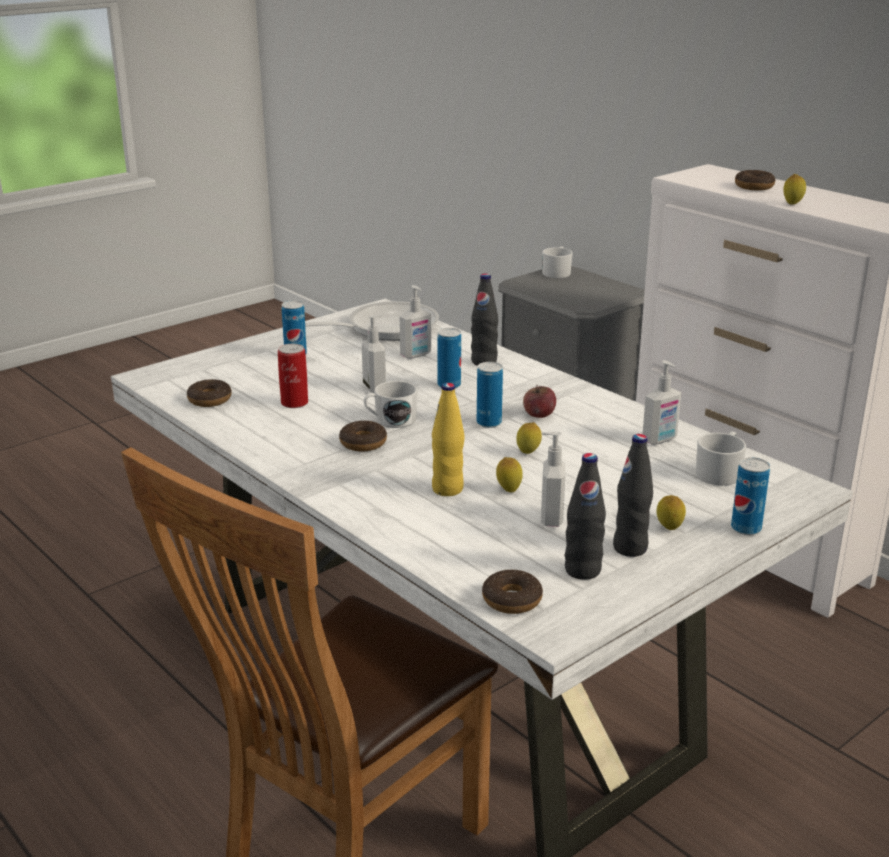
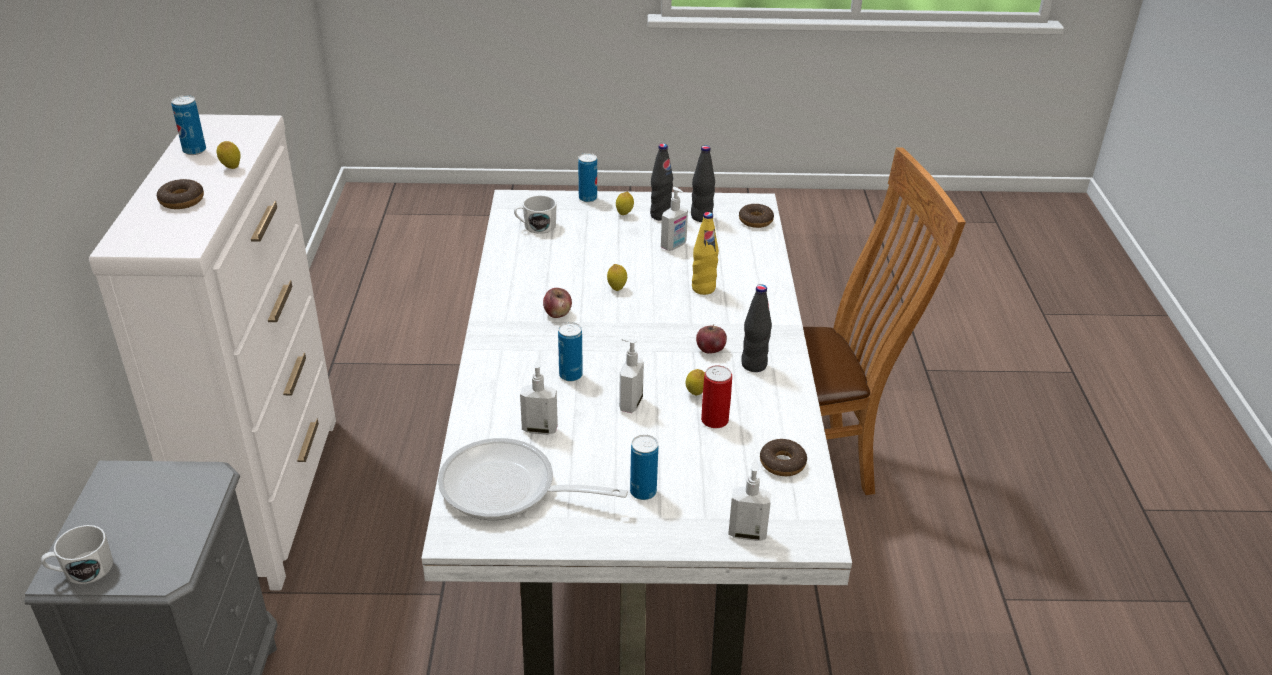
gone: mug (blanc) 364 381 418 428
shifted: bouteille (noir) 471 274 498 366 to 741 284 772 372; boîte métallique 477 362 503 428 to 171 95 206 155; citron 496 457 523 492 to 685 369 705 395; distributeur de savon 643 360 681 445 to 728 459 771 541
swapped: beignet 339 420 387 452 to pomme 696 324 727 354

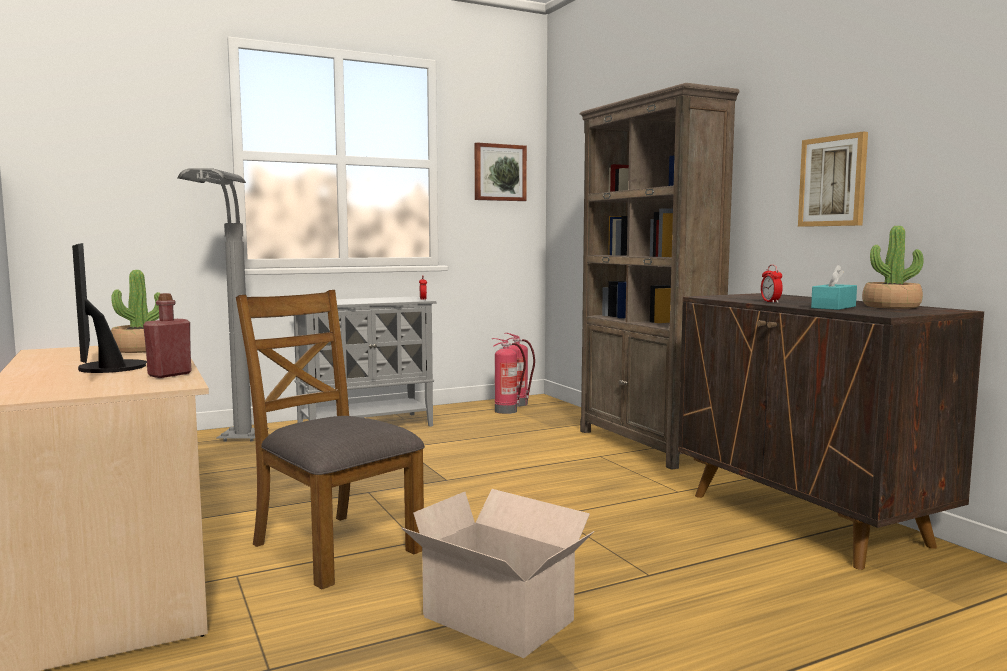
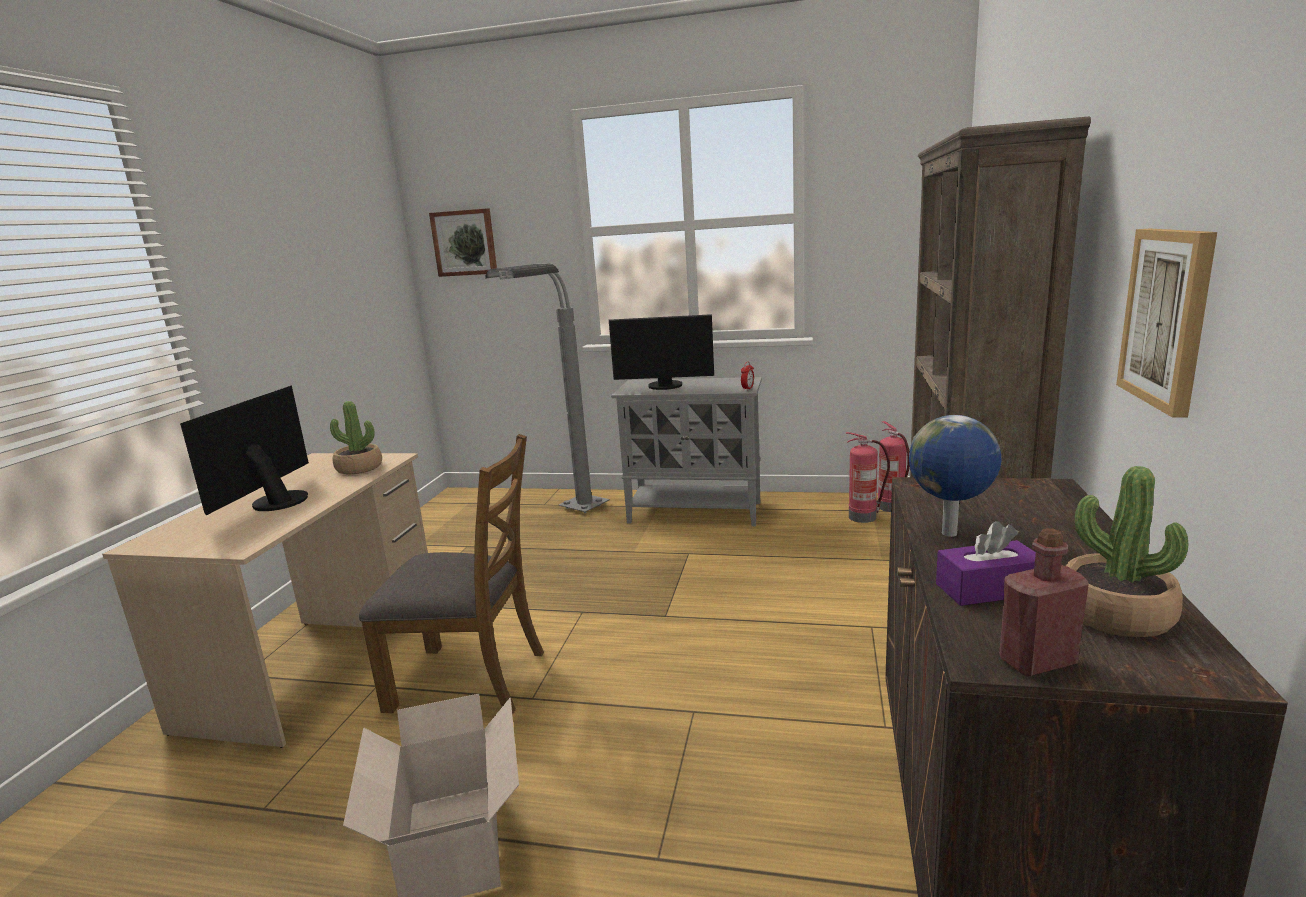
new: écran d'ordinateur 609 314 714 390
shifted: bouteille (rouge) 143 293 191 378 to 999 528 1089 677; tableau 475 142 527 201 to 429 208 497 277
swapped: réveil 761 265 783 303 to globe 909 415 1001 537
repainted: boîte à mouchoirs (turquoise) 811 265 857 310 to boîte à mouchoirs (violet) 936 521 1036 606
rotated: chaise (marron) 236 290 425 589 = 359 434 544 714 105 degrees clockwise

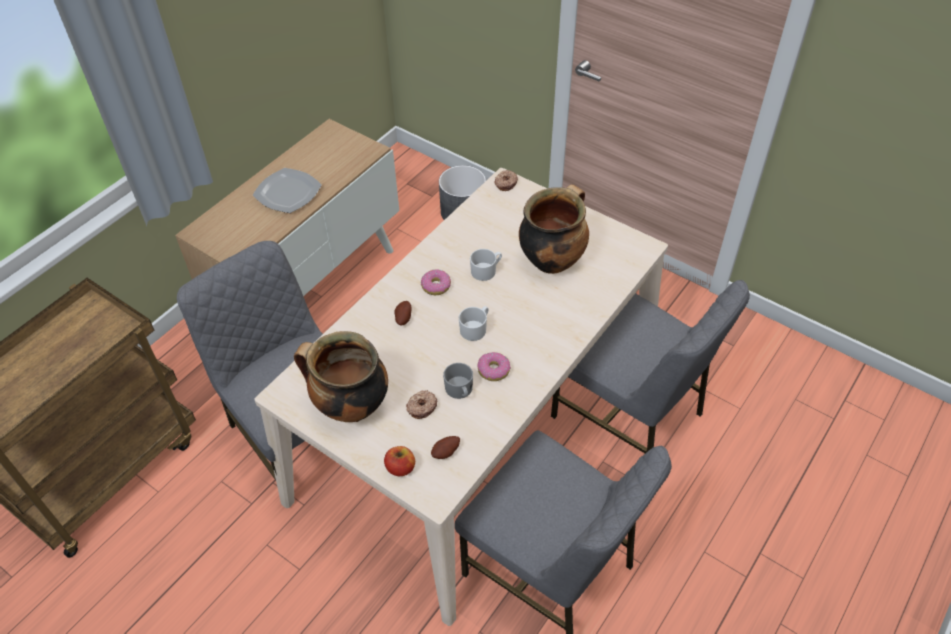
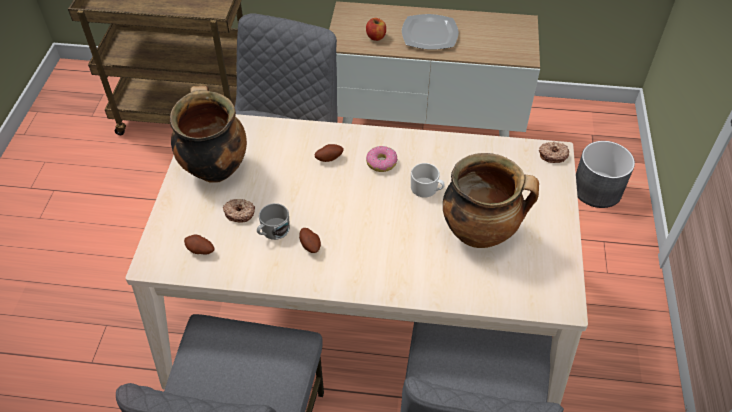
gone: mug (blanc) 459 306 489 341
shifted: pomme 384 446 415 476 to 366 18 386 41
swapped: beignet 477 352 511 381 to pomme de terre 299 228 321 253

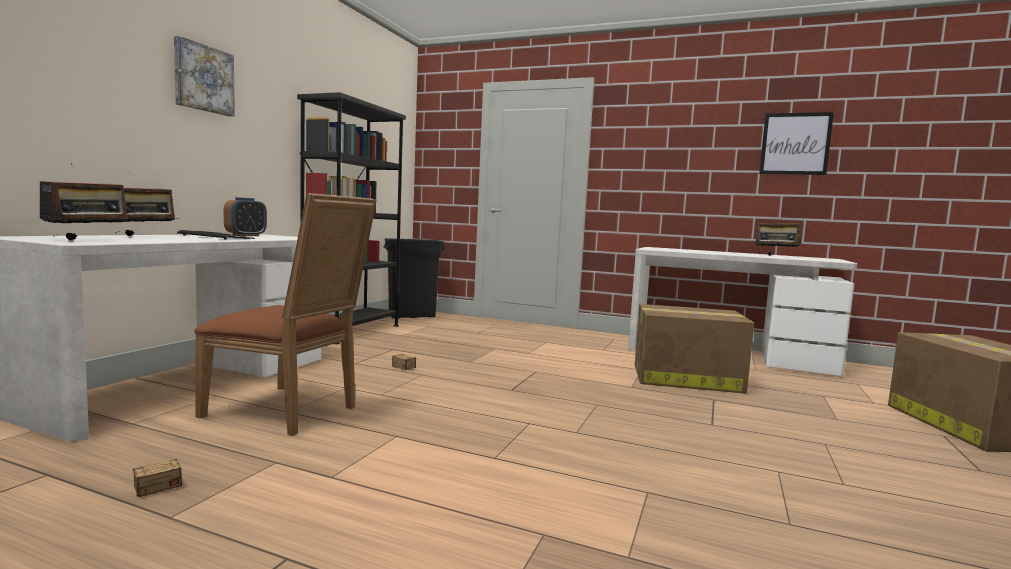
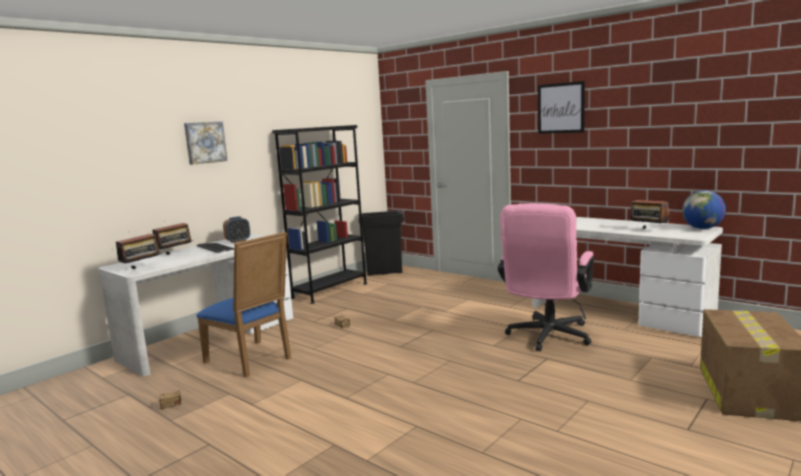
new: globe 682 191 726 229
shifted: tableau 759 112 834 175 to 538 81 585 134
swapped: carton 635 304 754 394 to chaise de bureau (rose) 498 203 594 351
repainted: chaise (marron) 194 193 377 436 to chaise (bleu) 196 232 291 377

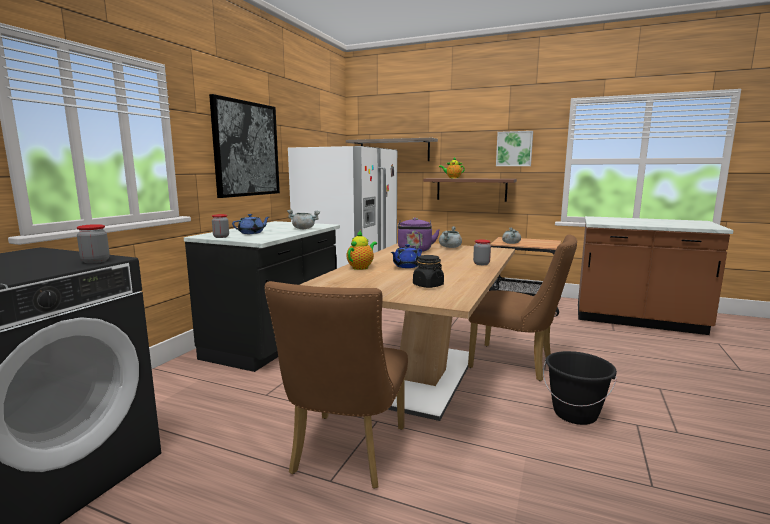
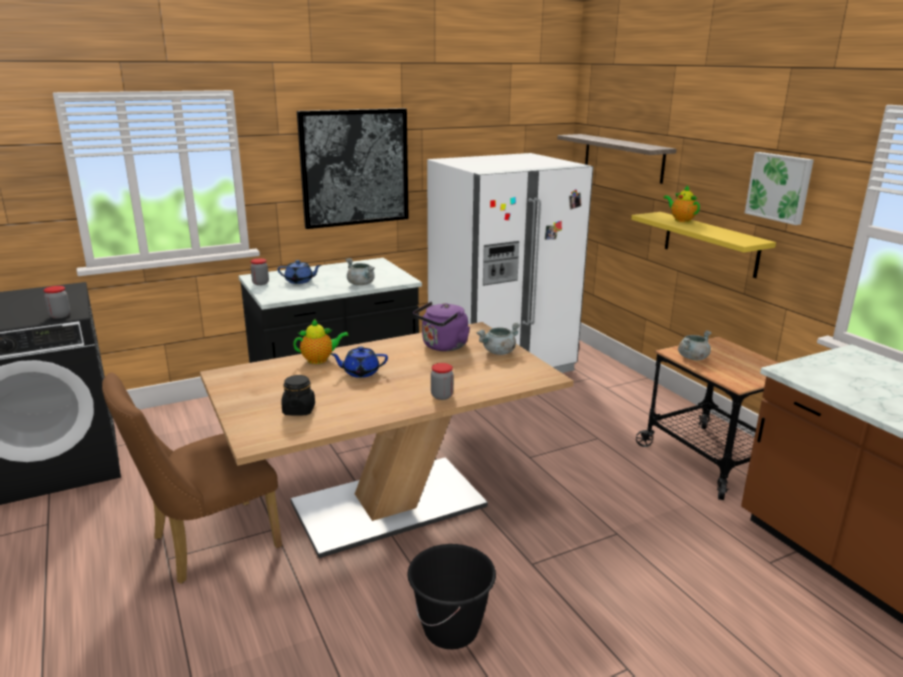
gone: chaise (marron) 468 235 577 381
repainted: étagère (marron) 423 178 517 202 to étagère (jaune) 631 212 776 278

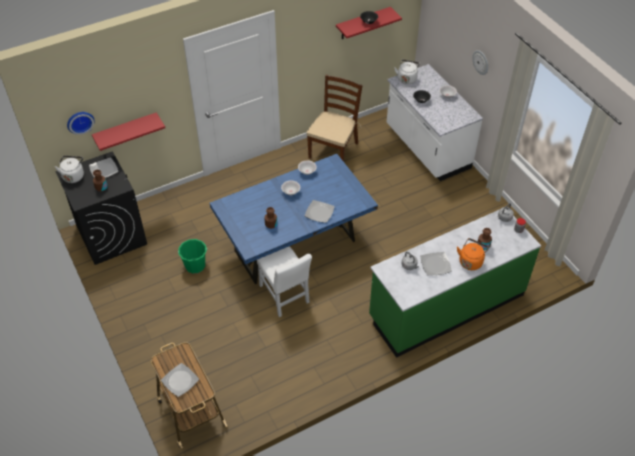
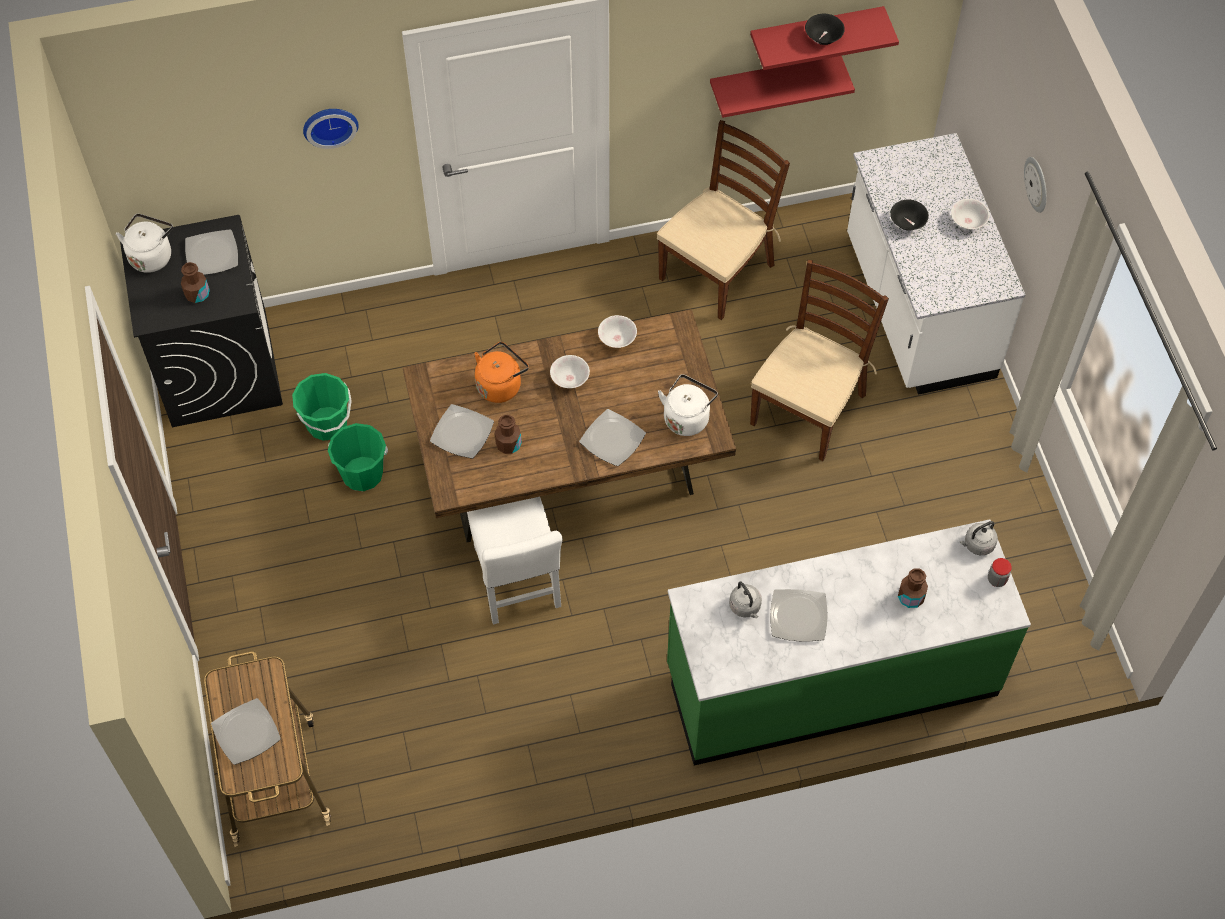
new: seau (vert) 292 373 352 441; assiette 430 404 494 459; chaise (marron) 750 260 889 461
shifted: horloge murale 67 112 95 135 to 303 109 359 149; étagère (rouge) 92 112 165 151 to 710 56 855 118; bouilloire (blanc) 394 60 420 84 to 658 374 718 436; bouilloire (orange) 457 238 489 270 to 474 342 529 403
repainted: table à manger (bleu) 210 154 378 284 to table à manger (marron) 402 309 736 542

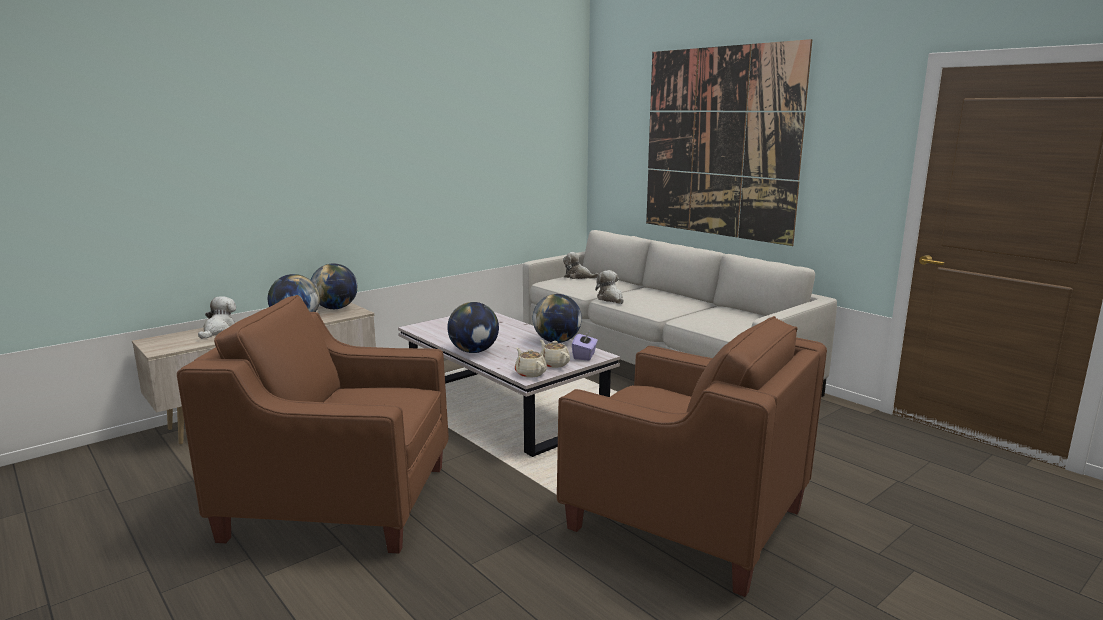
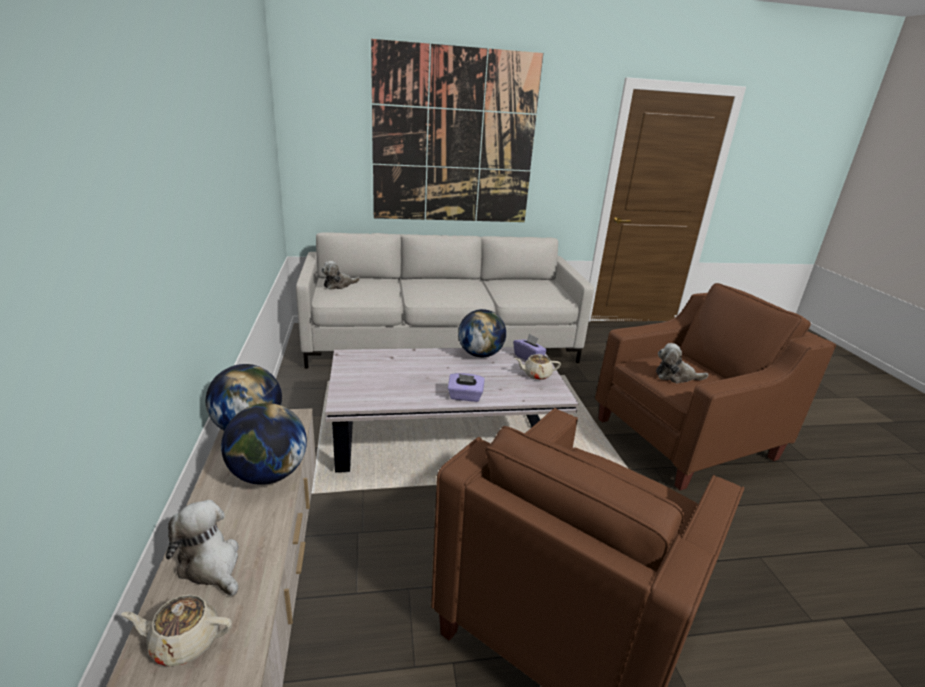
shifted: théière (beige) 515 348 547 377 to 121 594 232 667; peluche 595 270 623 304 to 656 343 708 383
swapped: globe 447 302 499 353 to boîte à mouchoirs (violet) 448 373 485 402

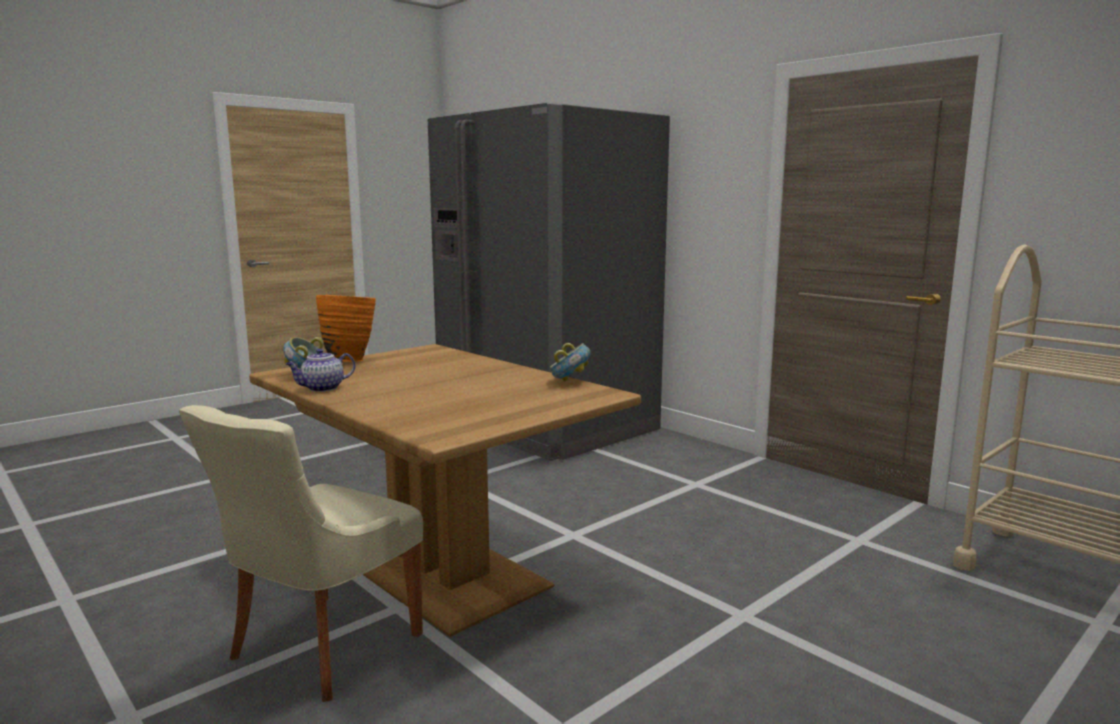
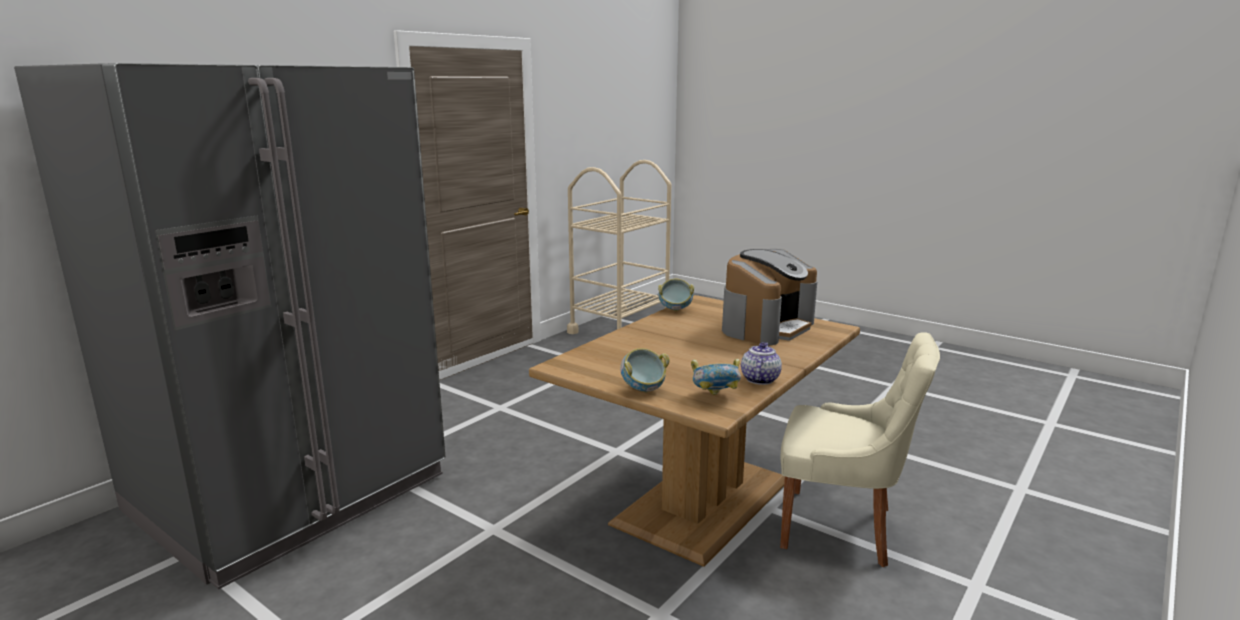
new: machine à café 722 249 817 346
swapped: vase (orange) 316 295 376 362 to bol 620 348 670 392
rotated: théière 286 349 355 392 = 741 342 782 385 120 degrees counterclockwise

